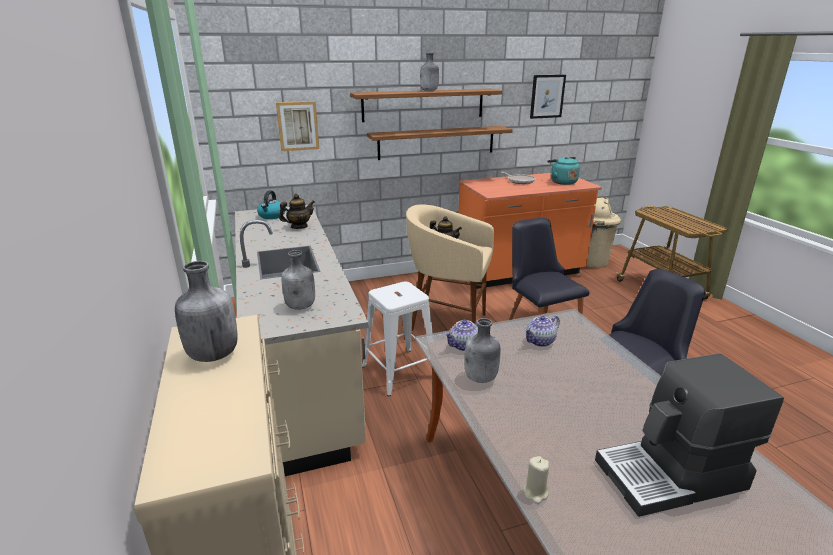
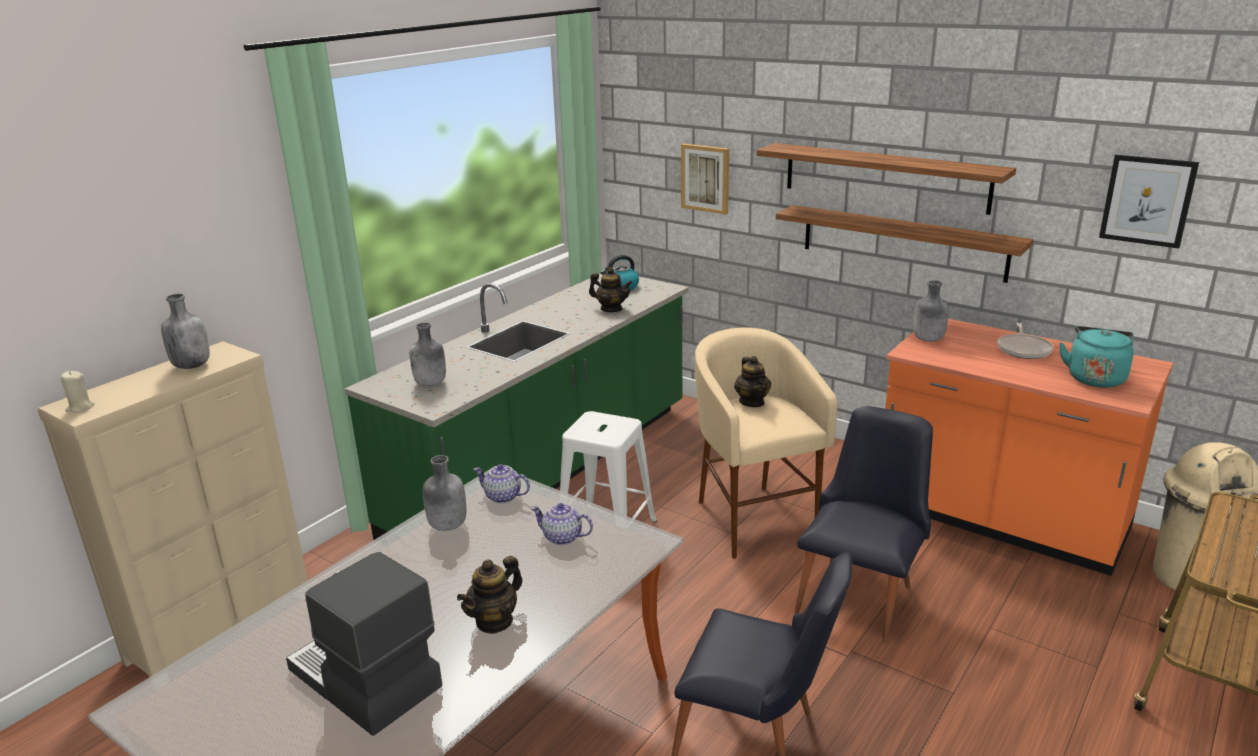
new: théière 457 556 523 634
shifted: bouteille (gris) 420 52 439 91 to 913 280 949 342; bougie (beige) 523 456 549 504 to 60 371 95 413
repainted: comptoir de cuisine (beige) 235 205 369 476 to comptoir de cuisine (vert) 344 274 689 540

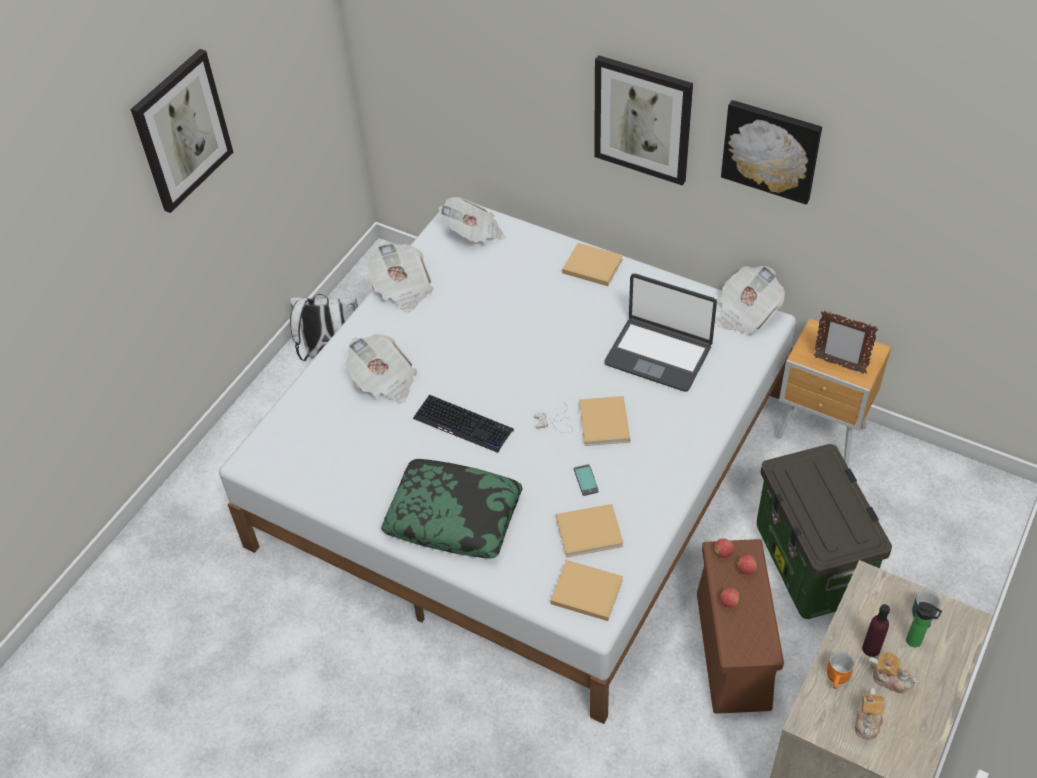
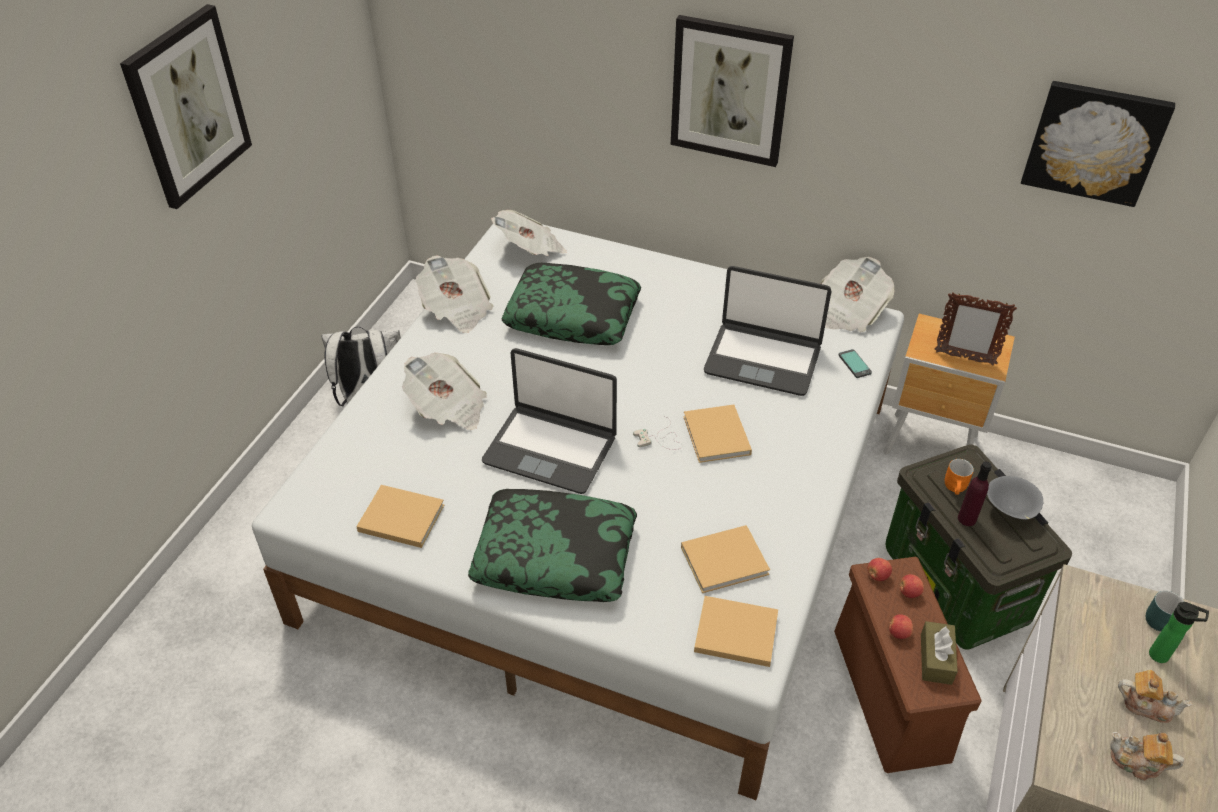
new: coussin 502 263 641 345; boîte à mouchoirs (marron) 921 621 958 685; bol (gris) 987 476 1043 520
shifted: livre (beige) 562 243 623 286 to 356 485 444 548; téléphone 574 464 599 496 to 838 349 872 378; tableau 721 100 822 205 to 1021 81 1175 207; mug (orange) 827 651 855 689 to 945 459 974 495; bouteille (violet) 862 604 890 657 to 958 461 992 526
swapped: clavier 413 395 514 453 to ordinateur portable 482 348 617 494
rotated: théière 855 688 885 740 = 1110 732 1184 781 105 degrees clockwise

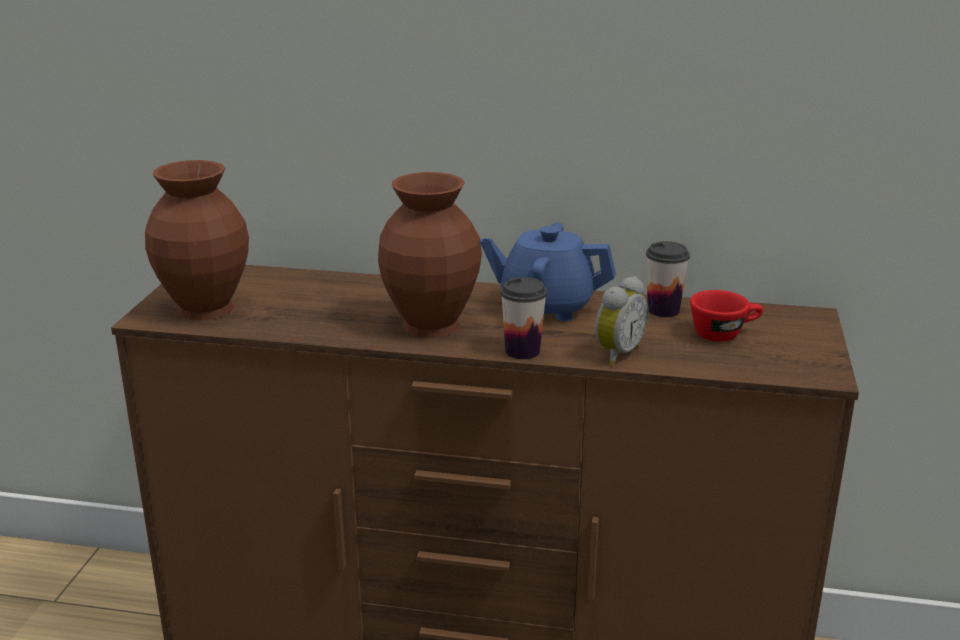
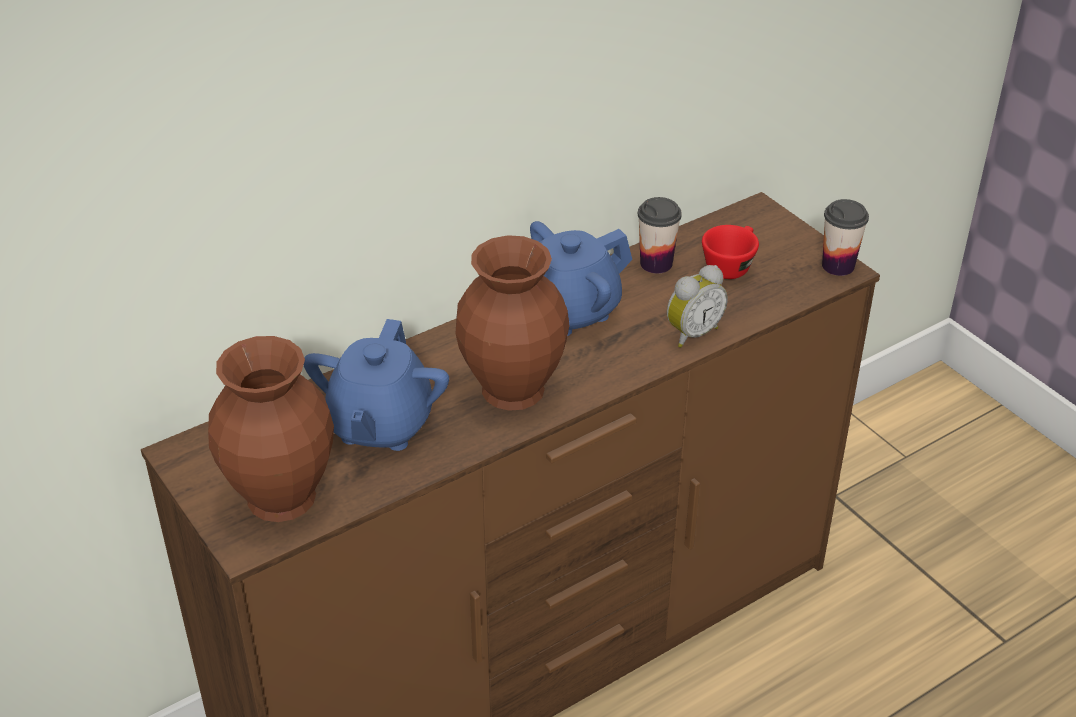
new: théière (bleu) 304 319 449 451
shifted: tasse 500 277 547 359 to 822 199 869 276
rotated: réveil 595 276 648 365 = 667 265 728 348 60 degrees clockwise

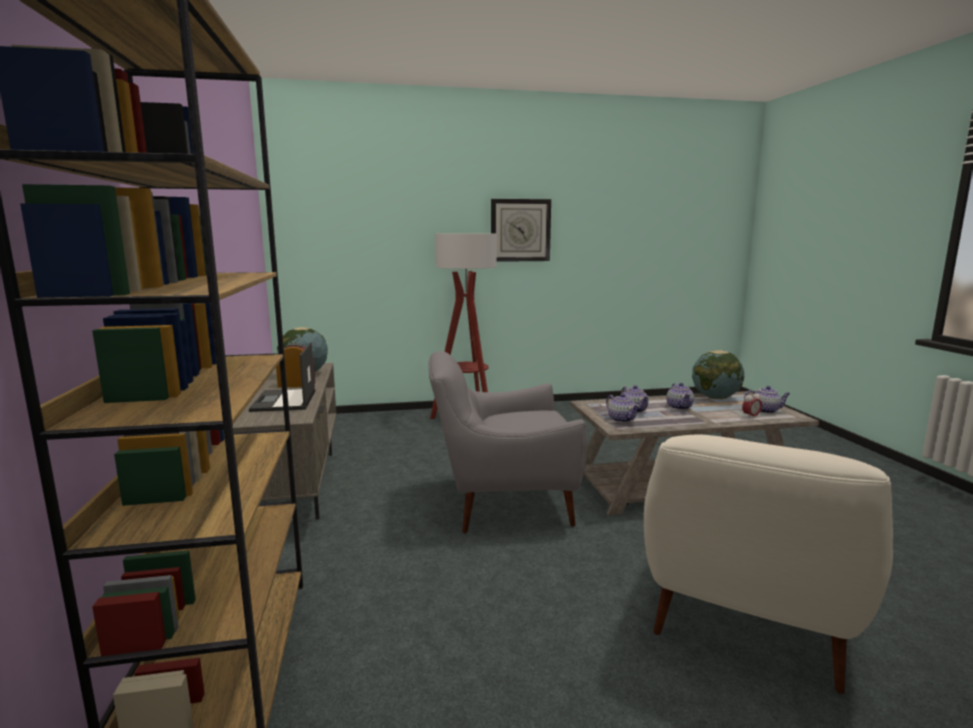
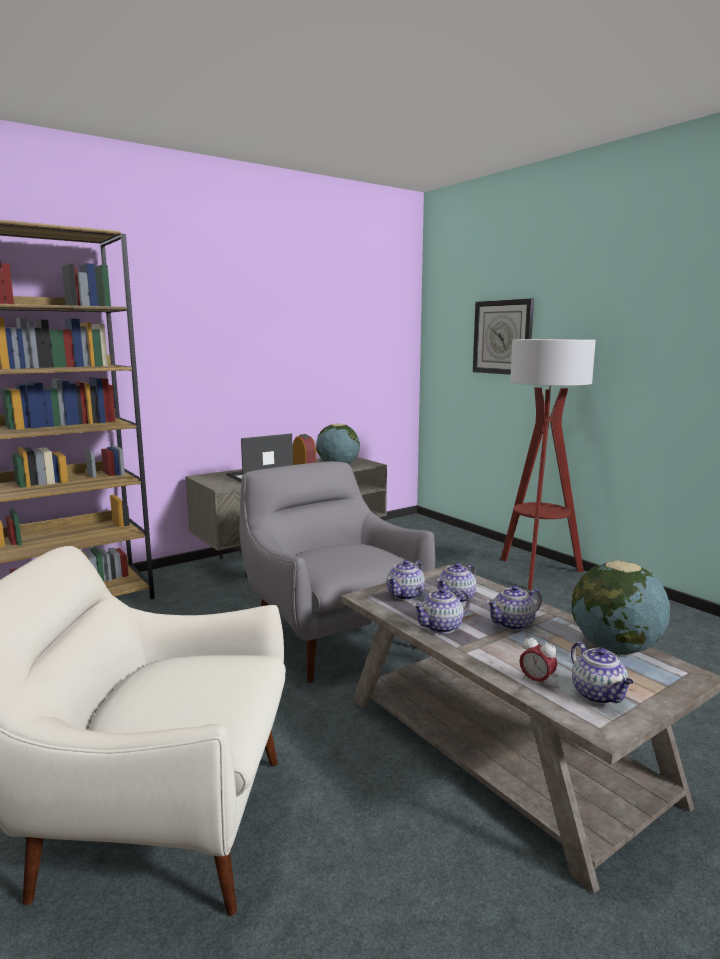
new: théière 413 588 470 634
shifted: horloge murale 491 199 551 262 to 473 299 534 375

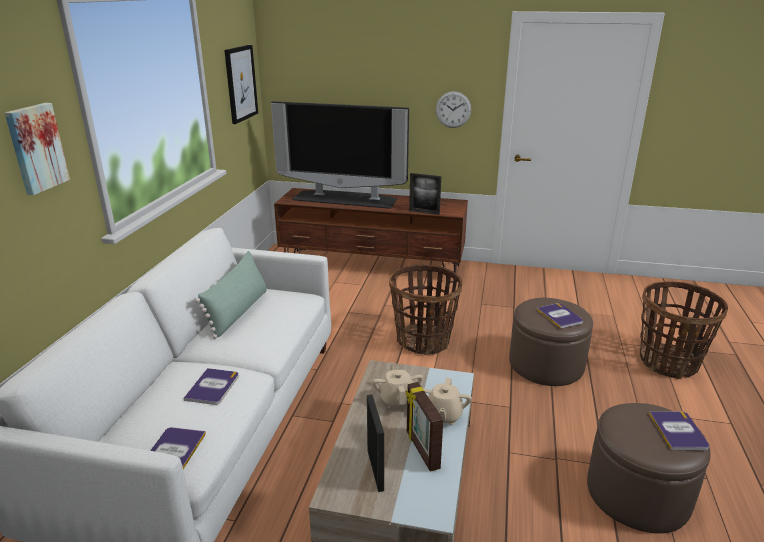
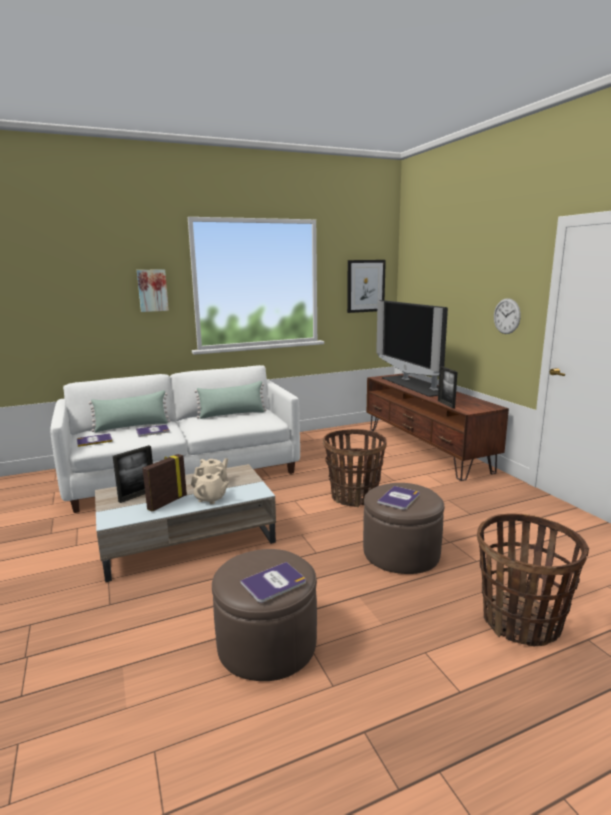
new: coussin (vert) 89 390 170 432
rotated: théière (beige) 423 377 472 425 = 191 472 229 504 135 degrees counterclockwise

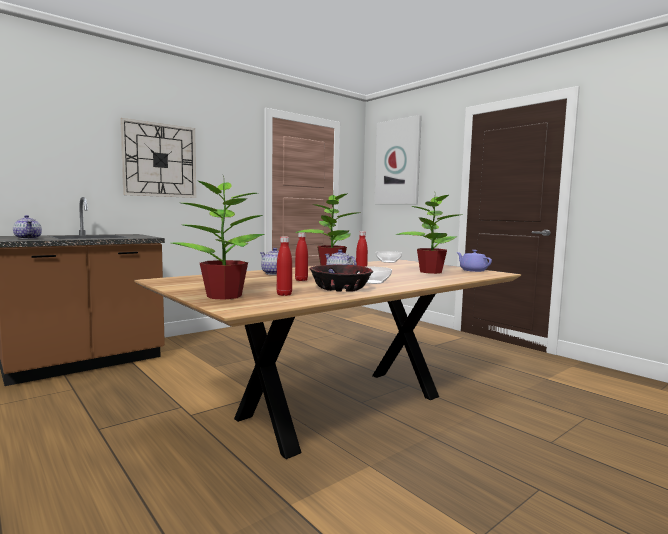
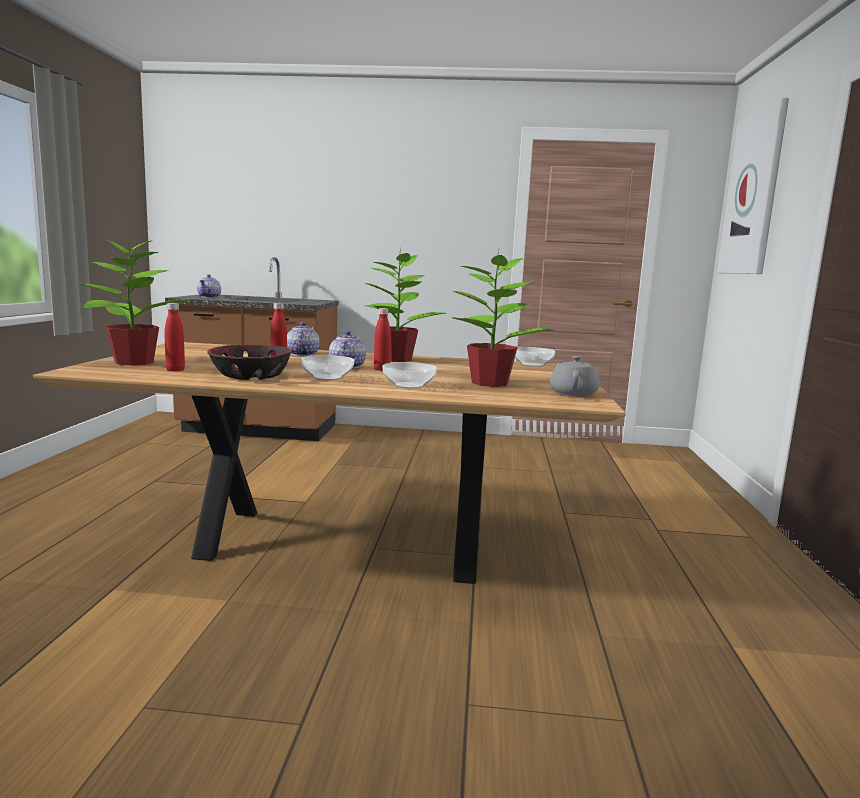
gone: horloge murale 120 118 196 198
new: bol 382 362 437 389
repainted: théière (violet) 457 250 492 272 to théière (gris) 550 356 600 397

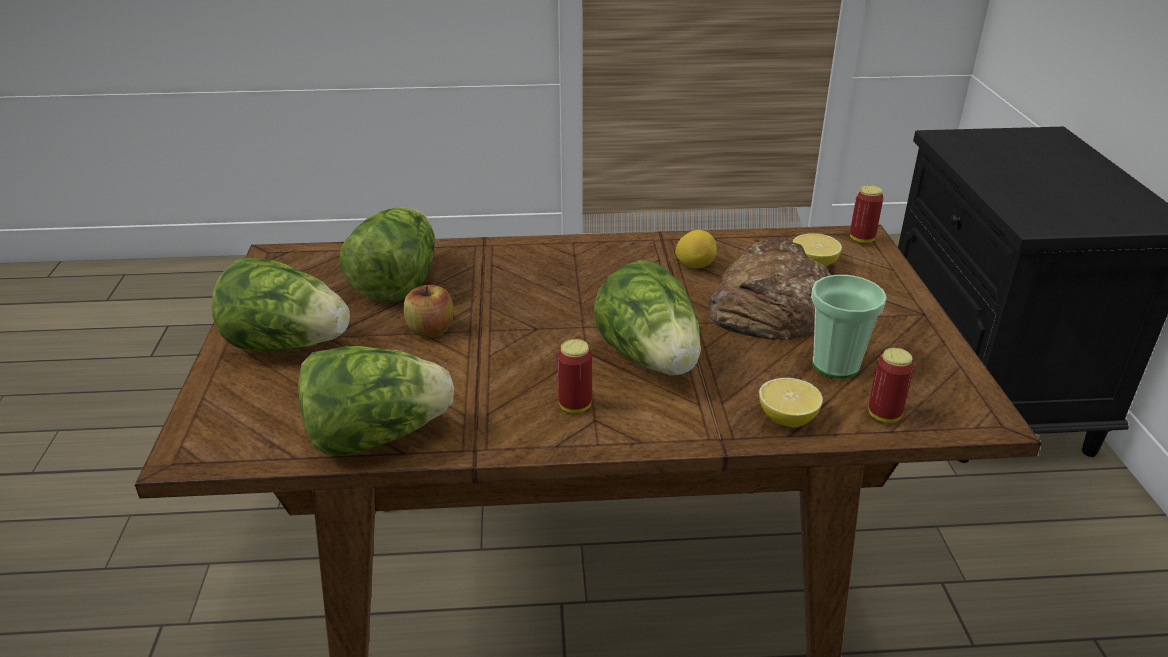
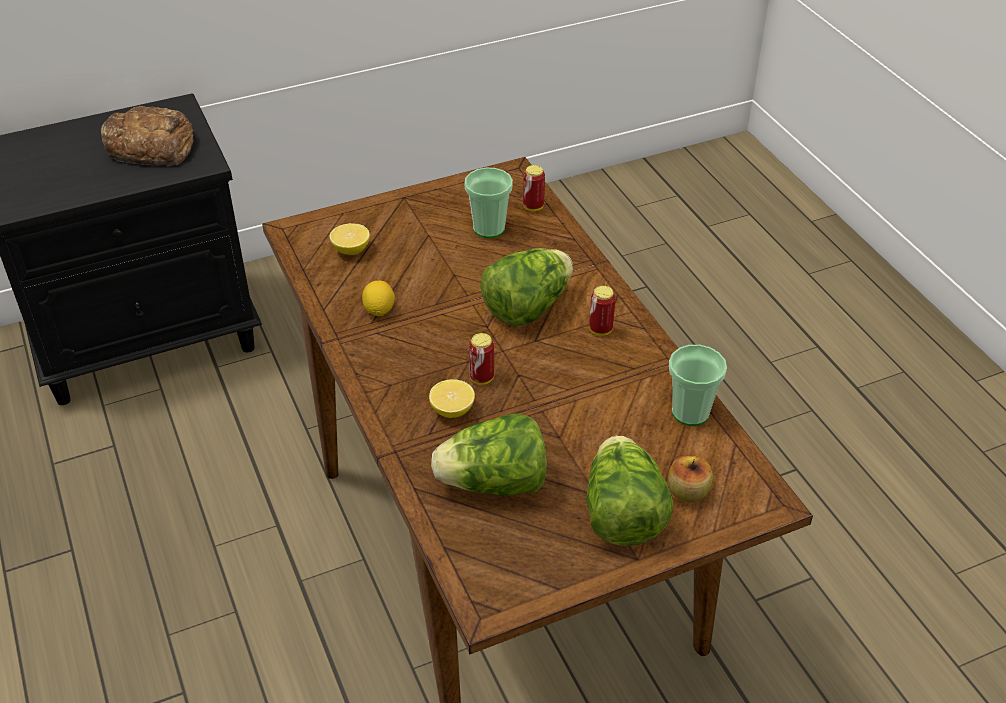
shifted: pomme 403 285 454 338 to 668 455 713 503; pain 708 238 831 340 to 101 106 194 167; citron 759 378 823 427 to 429 379 475 418; boîte métallique 850 185 883 243 to 469 333 494 385
swapped: laitue 298 346 454 456 to tasse 669 345 727 426

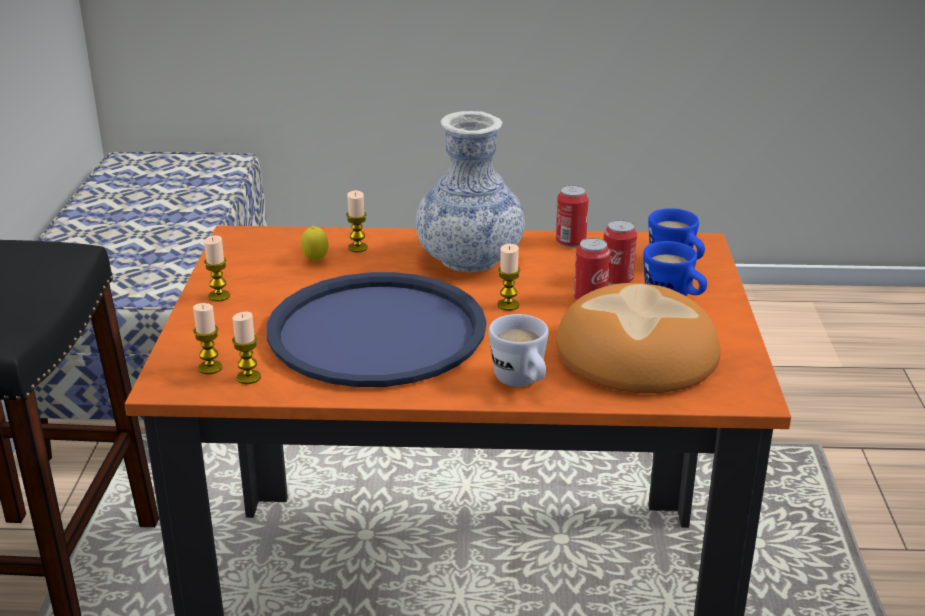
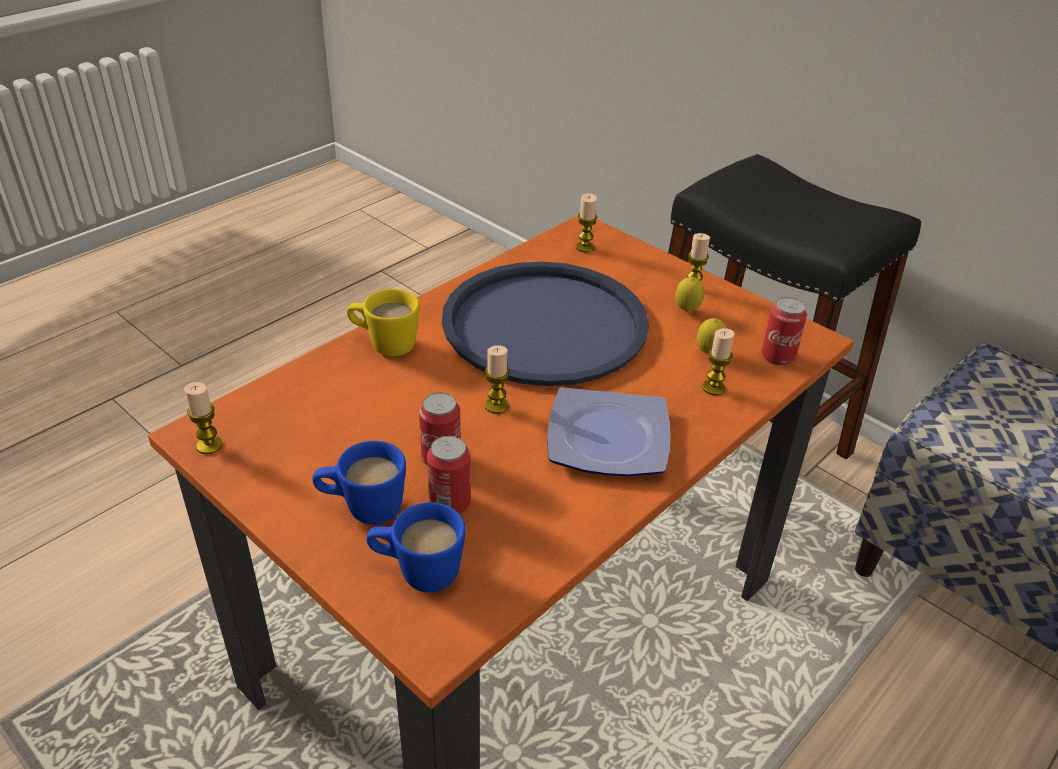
gone: pain 556 283 720 393
new: citron 675 277 704 312
shifted: bougie 232 312 261 384 to 184 382 223 454; boîte métallique 556 185 589 247 to 762 297 807 366
swapped: vase 416 111 525 272 to assiette 547 387 671 477
repainted: mug (blanc) 488 314 549 387 to mug (jaune) 347 289 419 357

